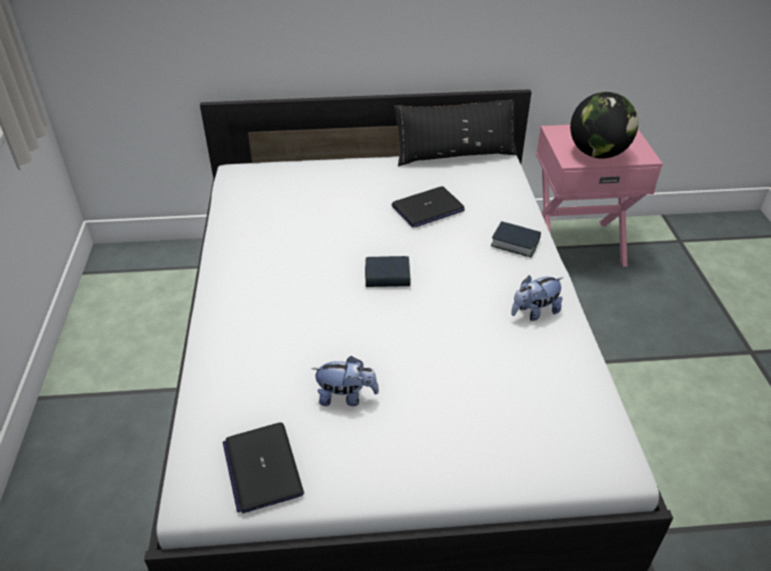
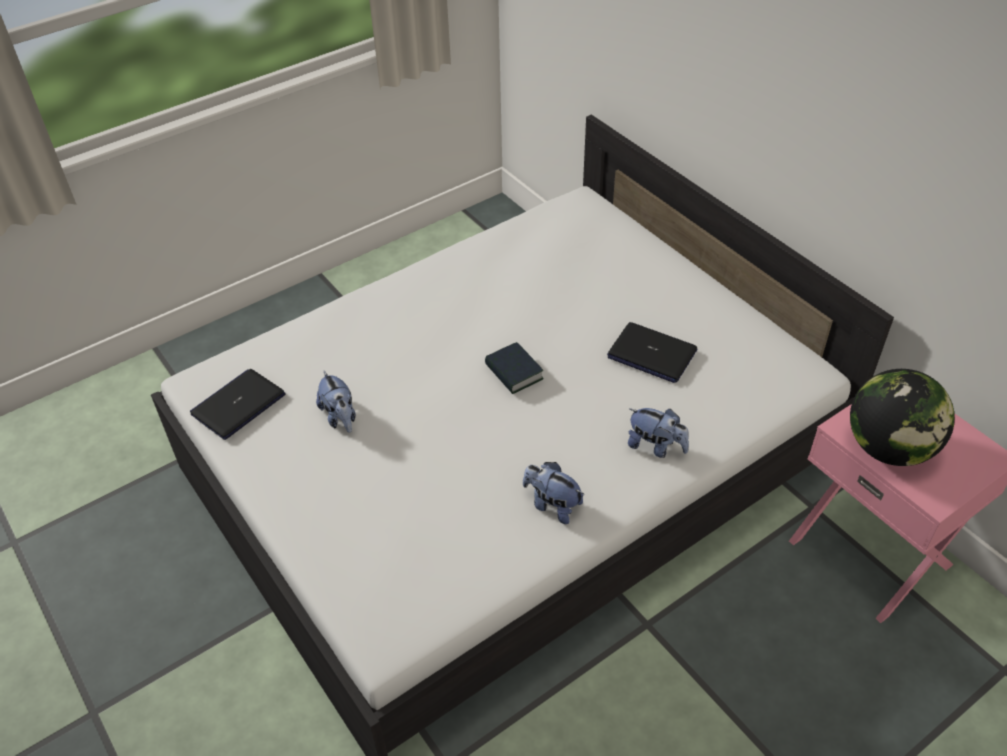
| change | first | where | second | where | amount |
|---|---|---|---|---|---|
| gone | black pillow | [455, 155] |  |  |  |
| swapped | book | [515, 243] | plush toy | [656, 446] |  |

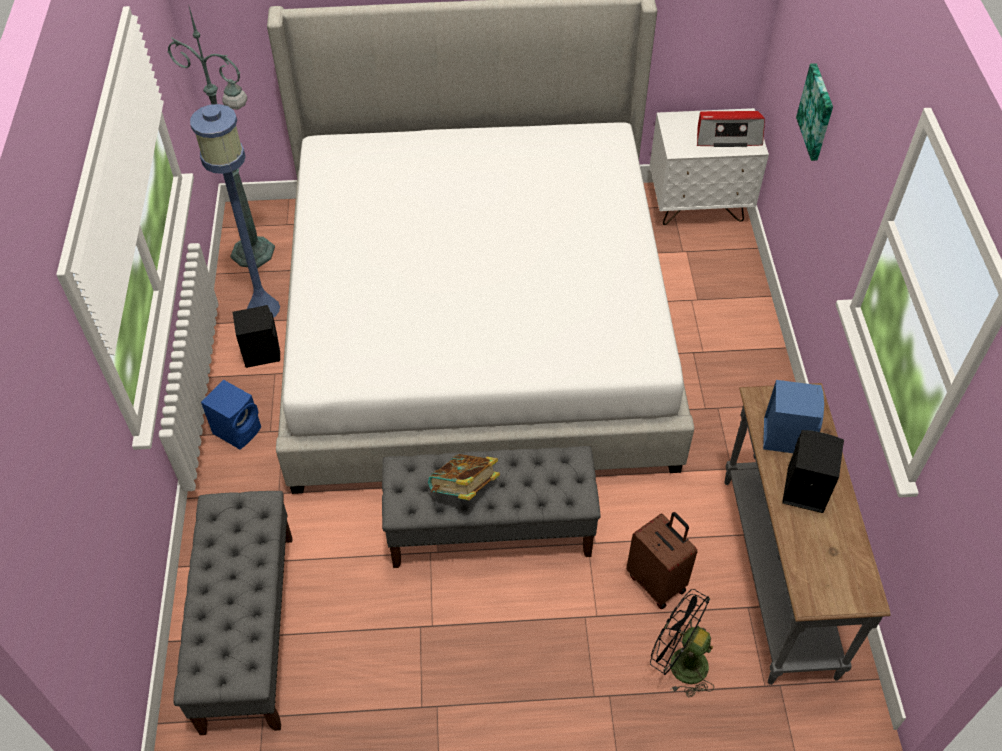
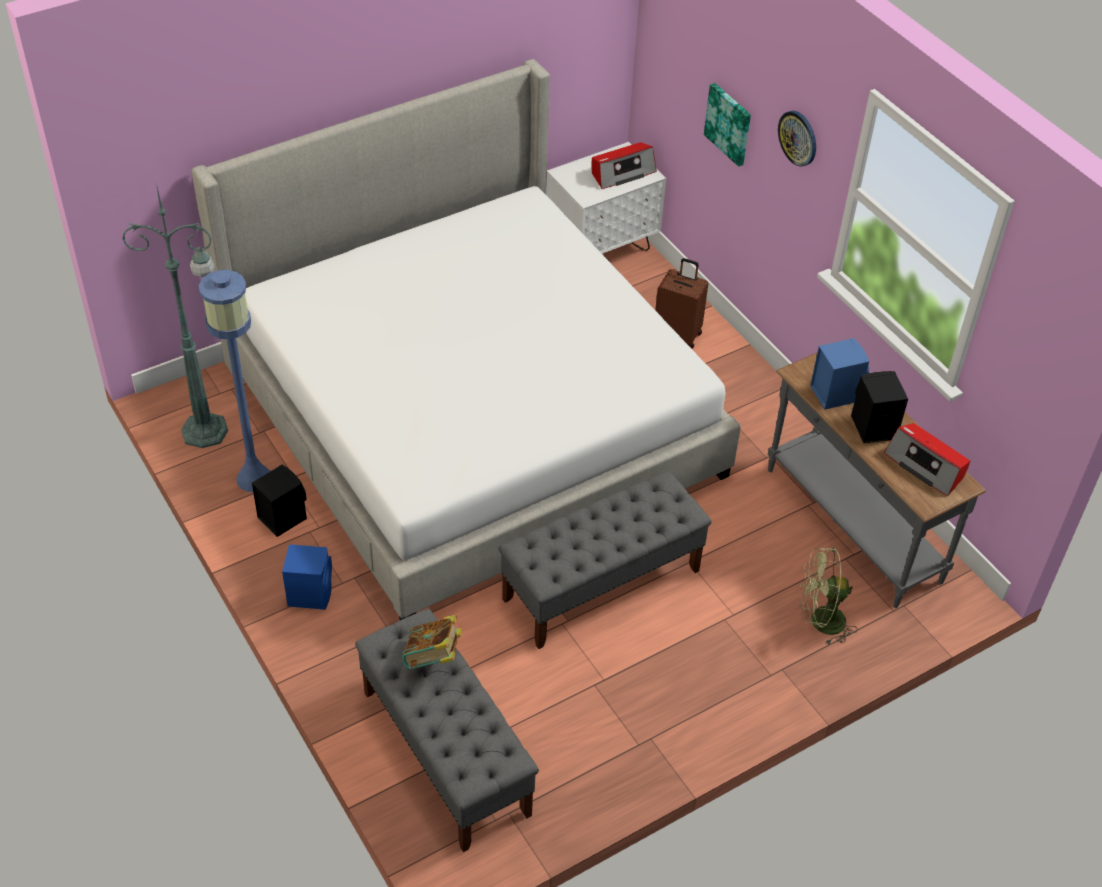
| change | first | where | second | where | amount |
|---|---|---|---|---|---|
| new |  |  | wall clock | [798, 138] |  |
| new |  |  | radio | [926, 466] |  |
| shifted | book | [464, 489] |  | [433, 658] |  |
| shifted | brown suitcase | [657, 582] |  | [678, 334] |  |
| repainted | black fan | [679, 663] | green fan | [820, 622] |  |

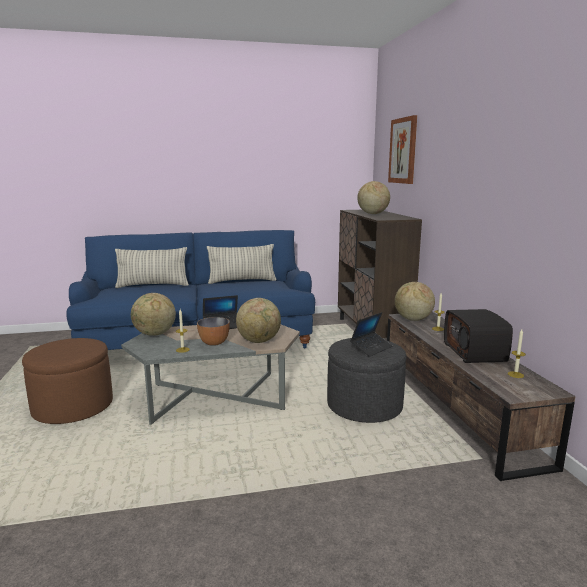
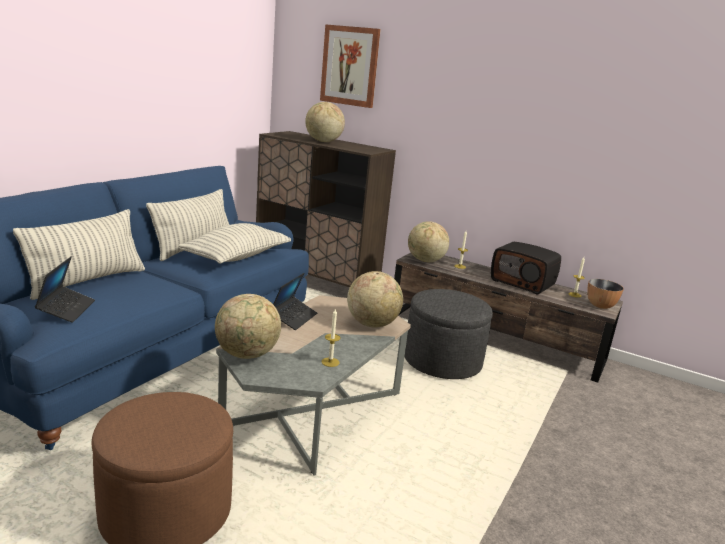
| change | first | where | second | where | amount |
|---|---|---|---|---|---|
| new |  |  | pillow | [236, 257] |  |
| shifted | bowl | [214, 343] |  | [600, 306] |  |
| shifted | laptop | [371, 348] |  | [66, 309] |  |

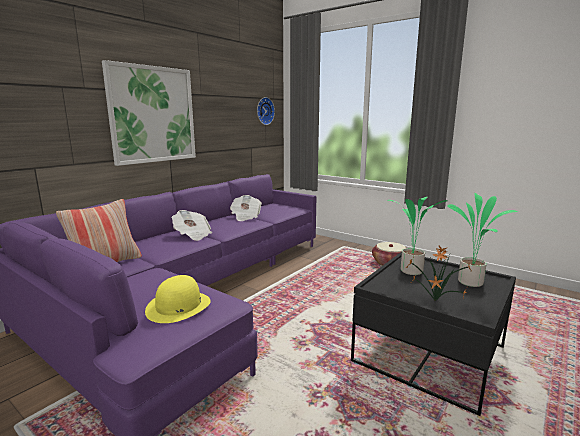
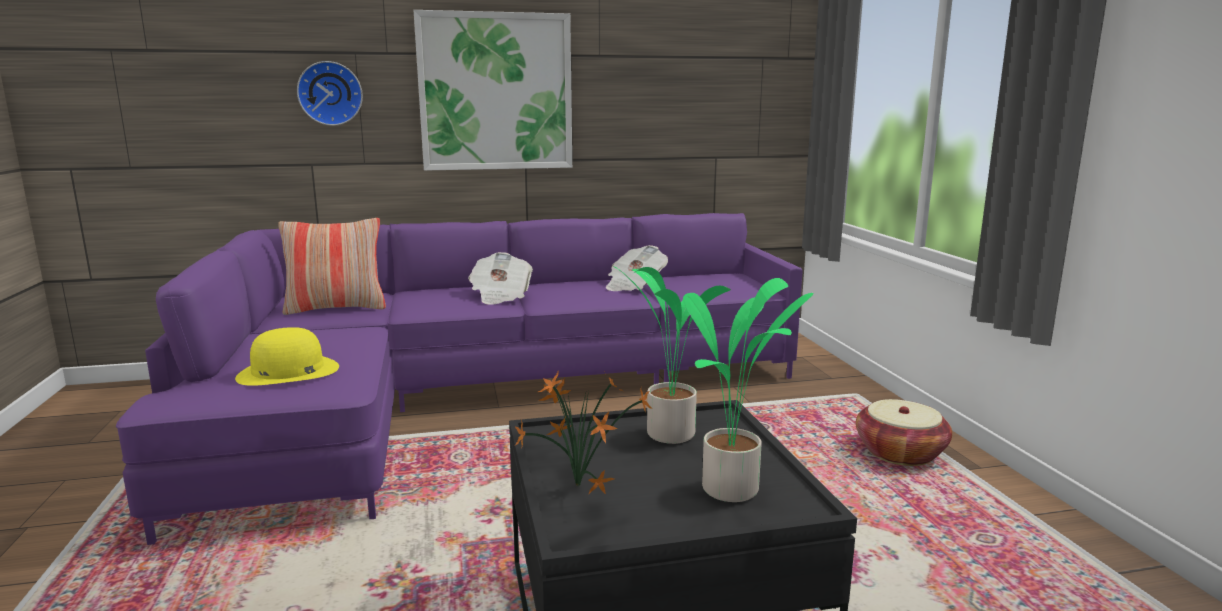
| change | first | where | second | where | amount |
|---|---|---|---|---|---|
| shifted | wall clock | [264, 111] |  | [330, 93] |  |

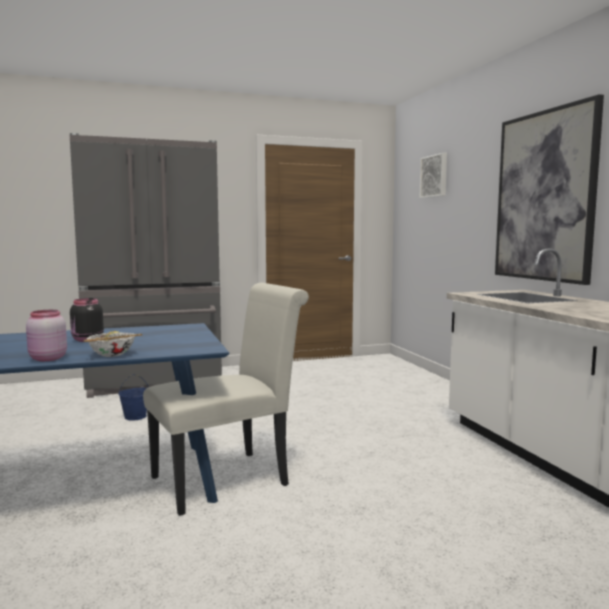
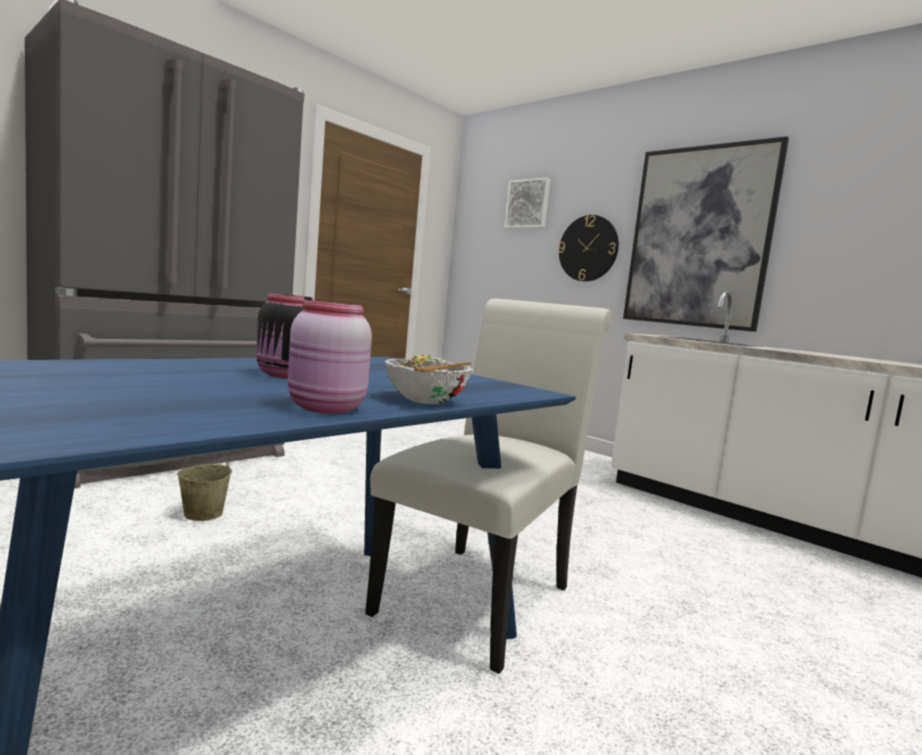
| change | first | where | second | where | amount |
|---|---|---|---|---|---|
| new |  |  | wall clock | [588, 248] |  |
| repainted | blue bucket | [135, 416] | beige bucket | [203, 513] |  |

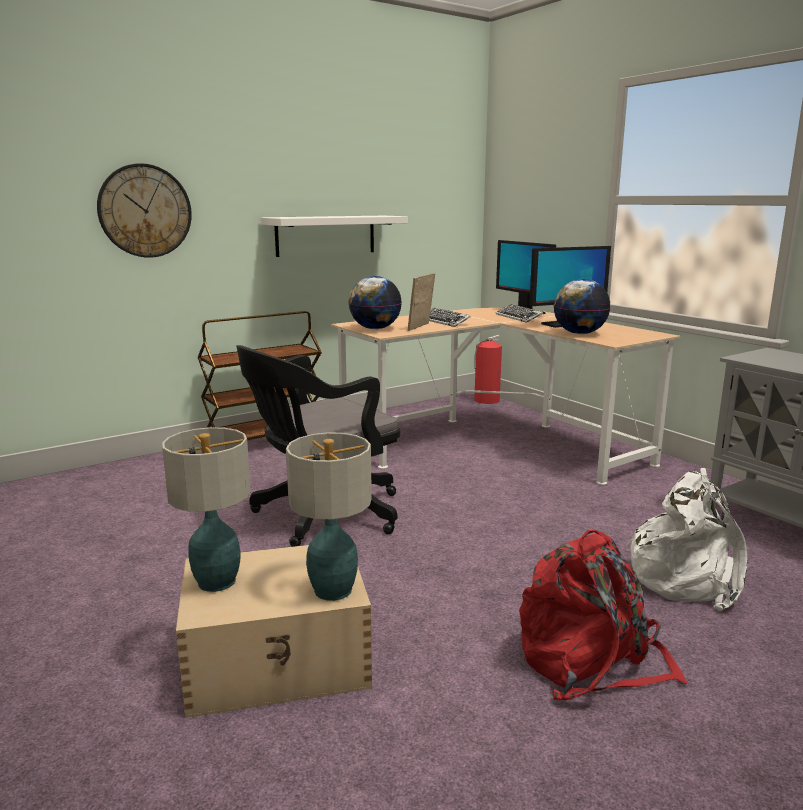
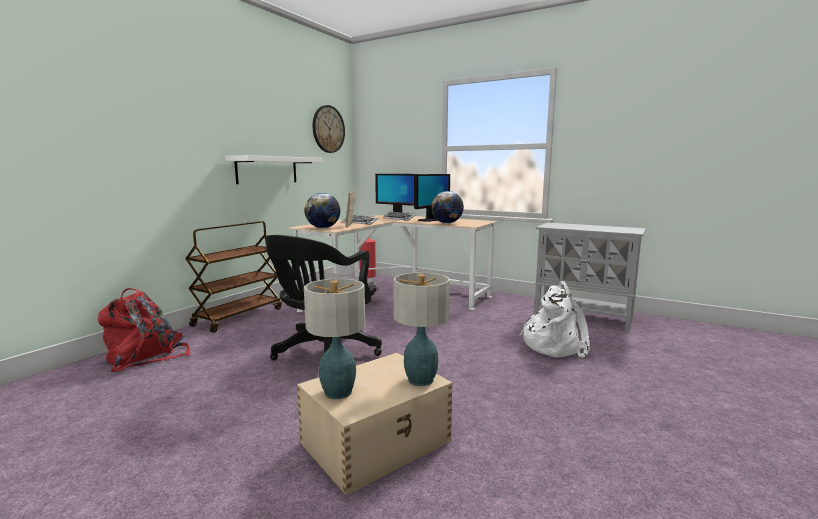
| change | first | where | second | where | amount |
|---|---|---|---|---|---|
| shifted | wall clock | [145, 211] |  | [328, 129] |  |
| shifted | red backpack | [591, 661] |  | [146, 356] |  |

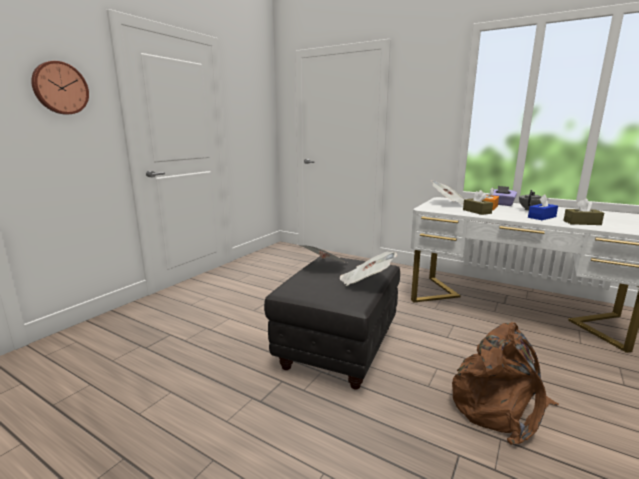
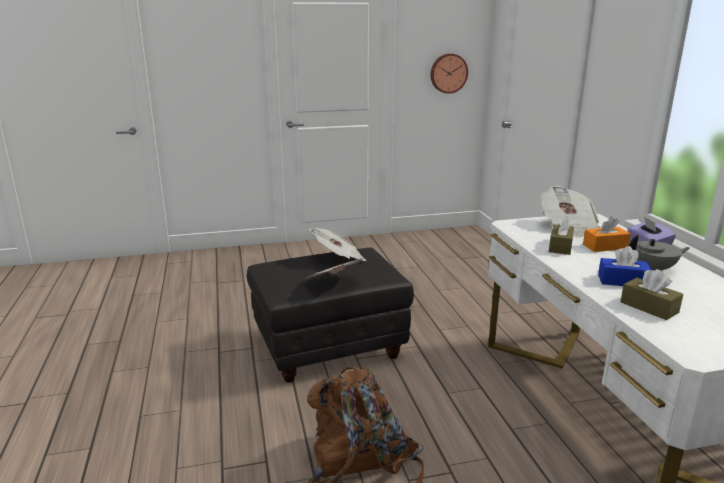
| change | first | where | second | where | amount |
|---|---|---|---|---|---|
| shifted | wall clock | [60, 88] |  | [448, 73] |  |

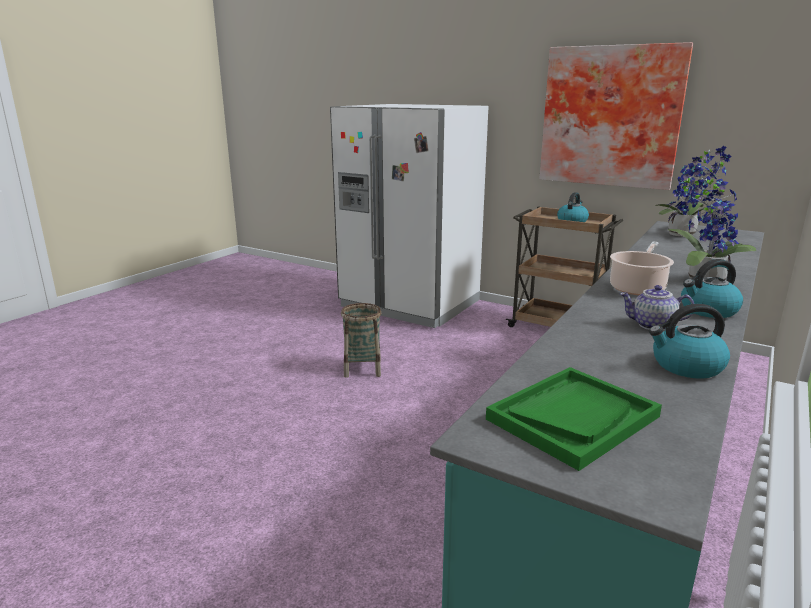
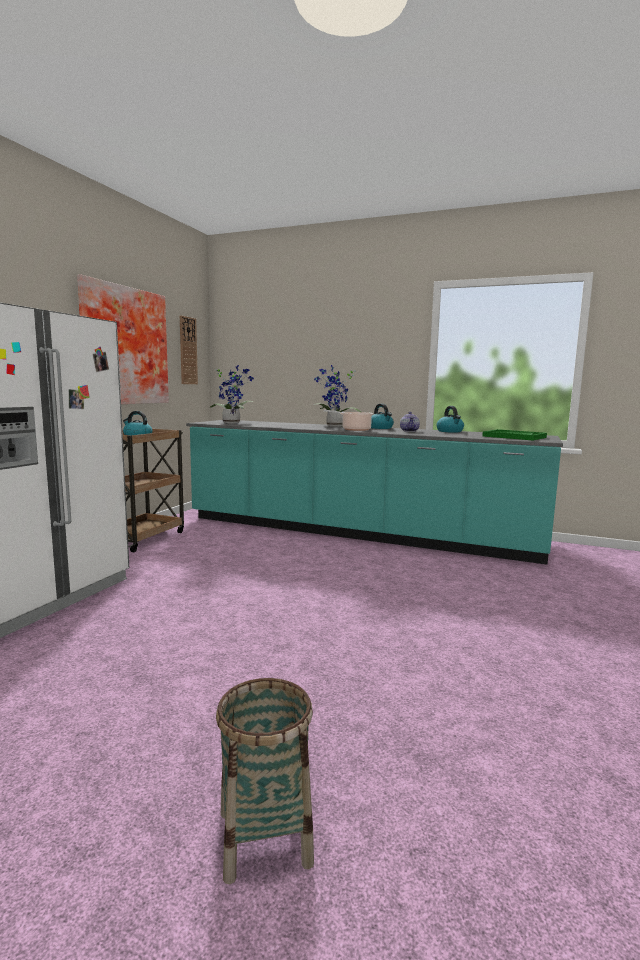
| change | first | where | second | where | amount |
|---|---|---|---|---|---|
| new |  |  | wall clock | [188, 351] |  |
| shifted | basket | [362, 369] |  | [265, 837] |  |

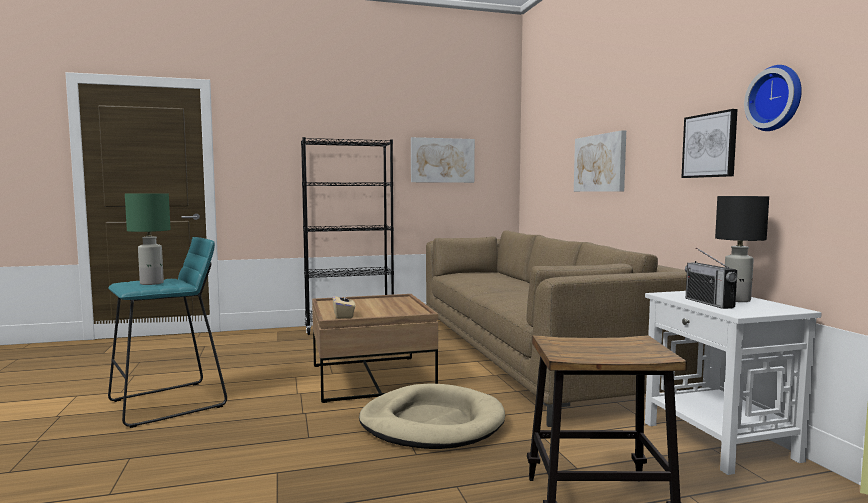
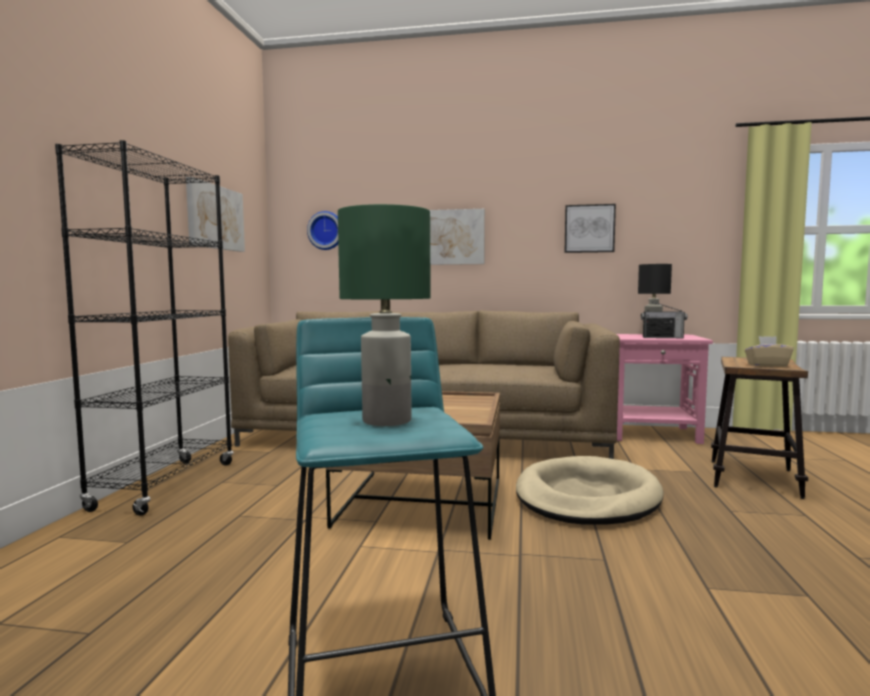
| change | first | where | second | where | amount |
|---|---|---|---|---|---|
| shifted | beige tissue box | [344, 316] |  | [767, 365] |  |
| shifted | wall clock | [777, 98] |  | [326, 231] |  |
| repainted | white side table | [717, 441] | pink side table | [651, 434] |  |

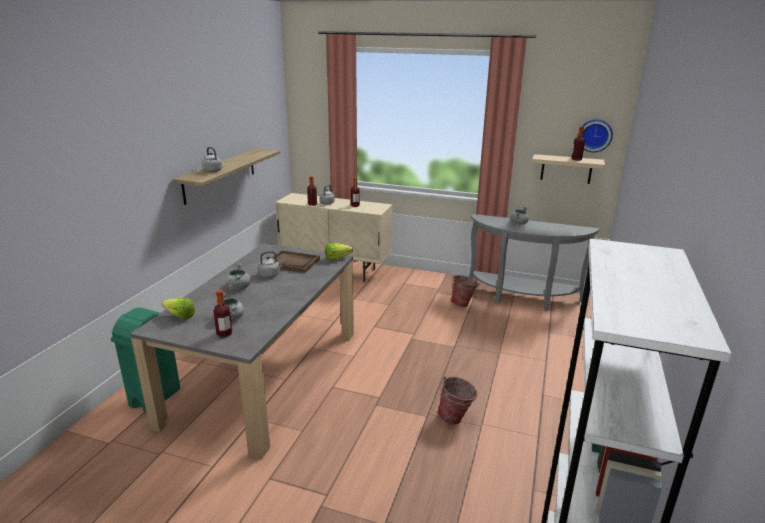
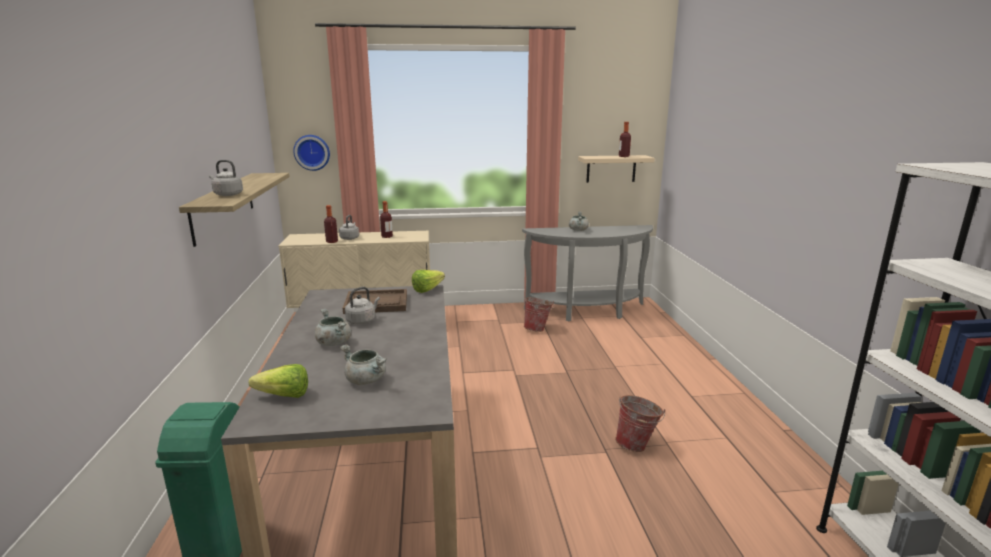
| change | first | where | second | where | amount |
|---|---|---|---|---|---|
| gone | bottle | [224, 334] |  |  |  |
| shifted | wall clock | [594, 135] |  | [312, 152] |  |

